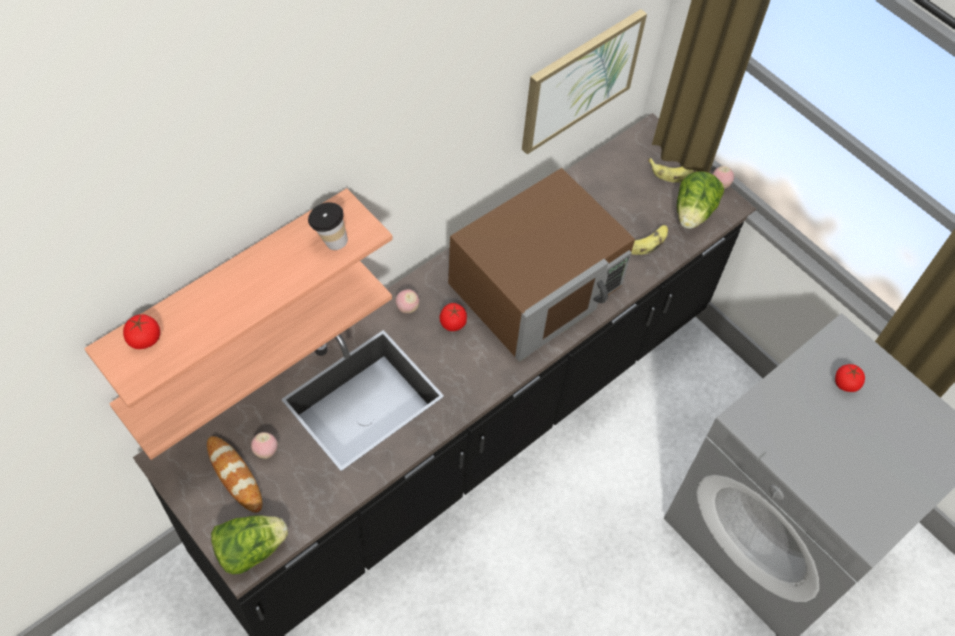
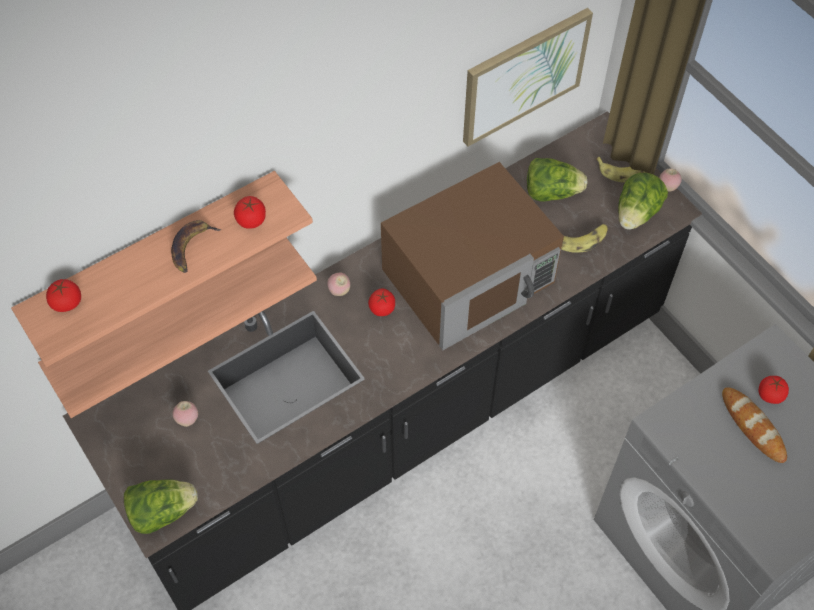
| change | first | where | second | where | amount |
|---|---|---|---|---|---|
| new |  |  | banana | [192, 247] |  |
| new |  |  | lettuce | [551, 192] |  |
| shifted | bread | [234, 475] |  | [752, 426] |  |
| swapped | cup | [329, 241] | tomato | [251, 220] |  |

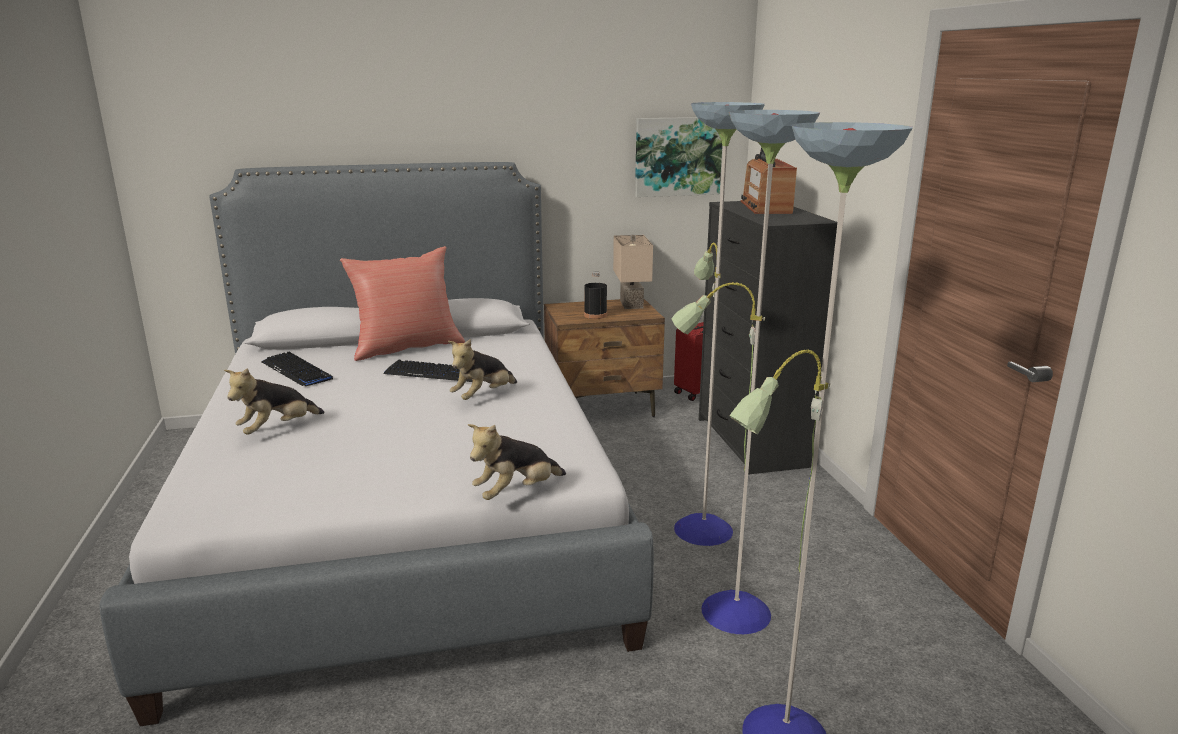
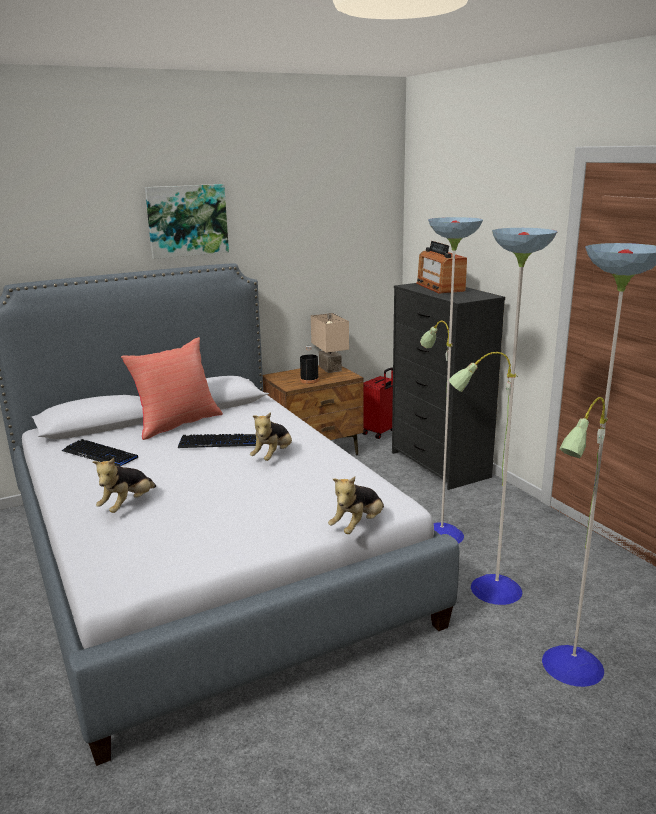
| change | first | where | second | where | amount |
|---|---|---|---|---|---|
| shifted | picture | [677, 156] |  | [187, 220] |  |

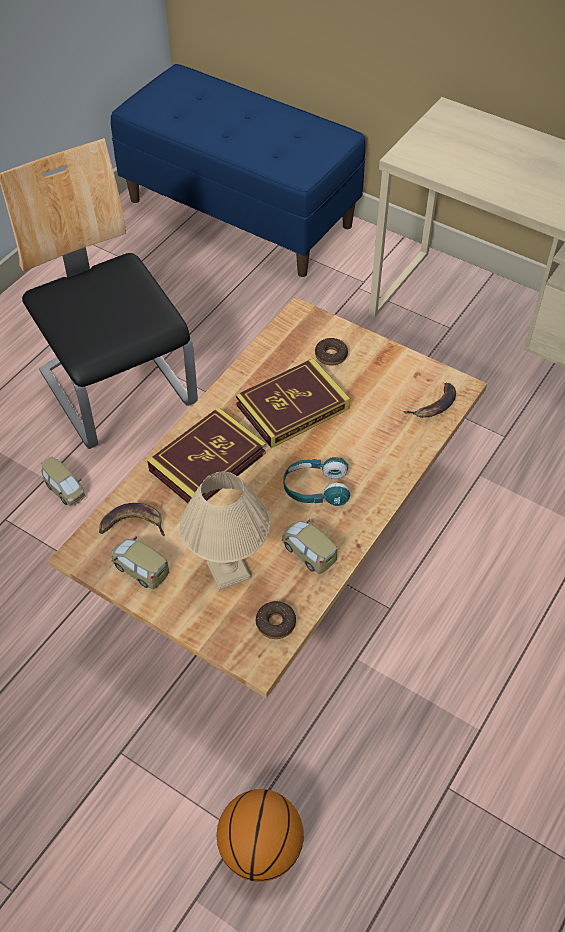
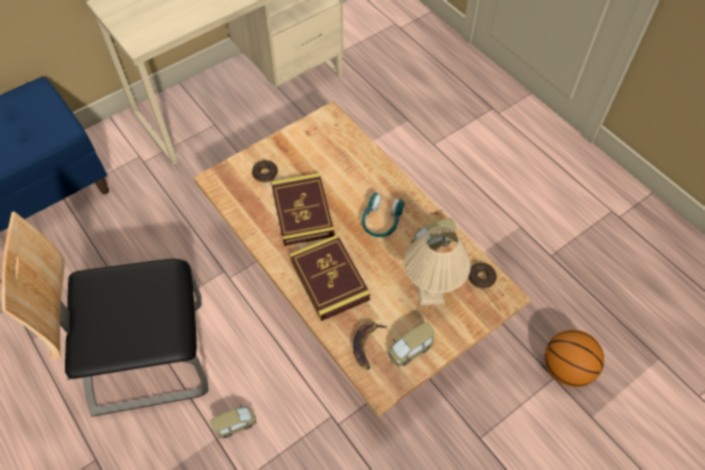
| change | first | where | second | where | amount |
|---|---|---|---|---|---|
| gone | banana | [434, 405] |  |  |  |

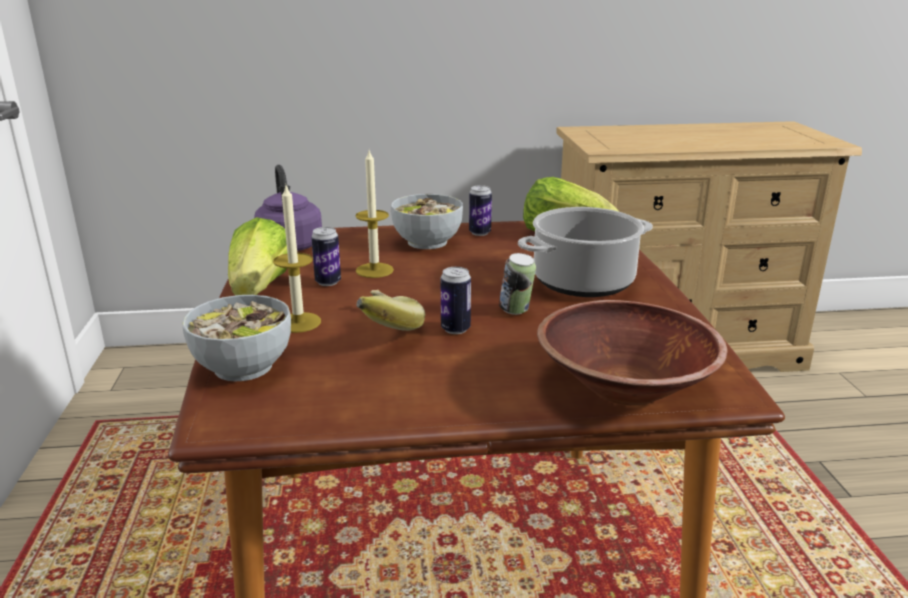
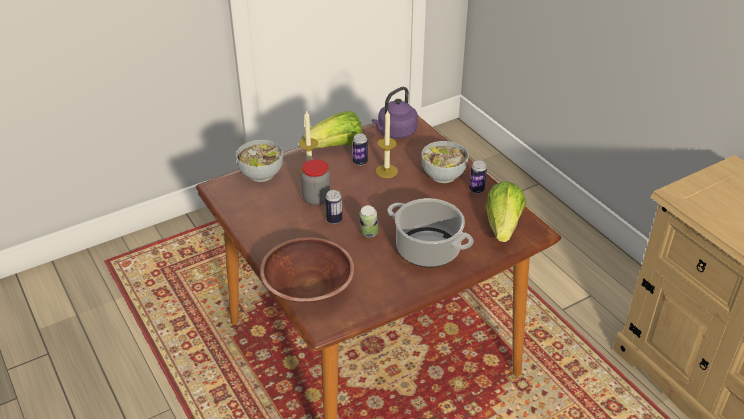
| change | first | where | second | where | amount |
|---|---|---|---|---|---|
| swapped | banana | [382, 332] | jar | [316, 199] |  |

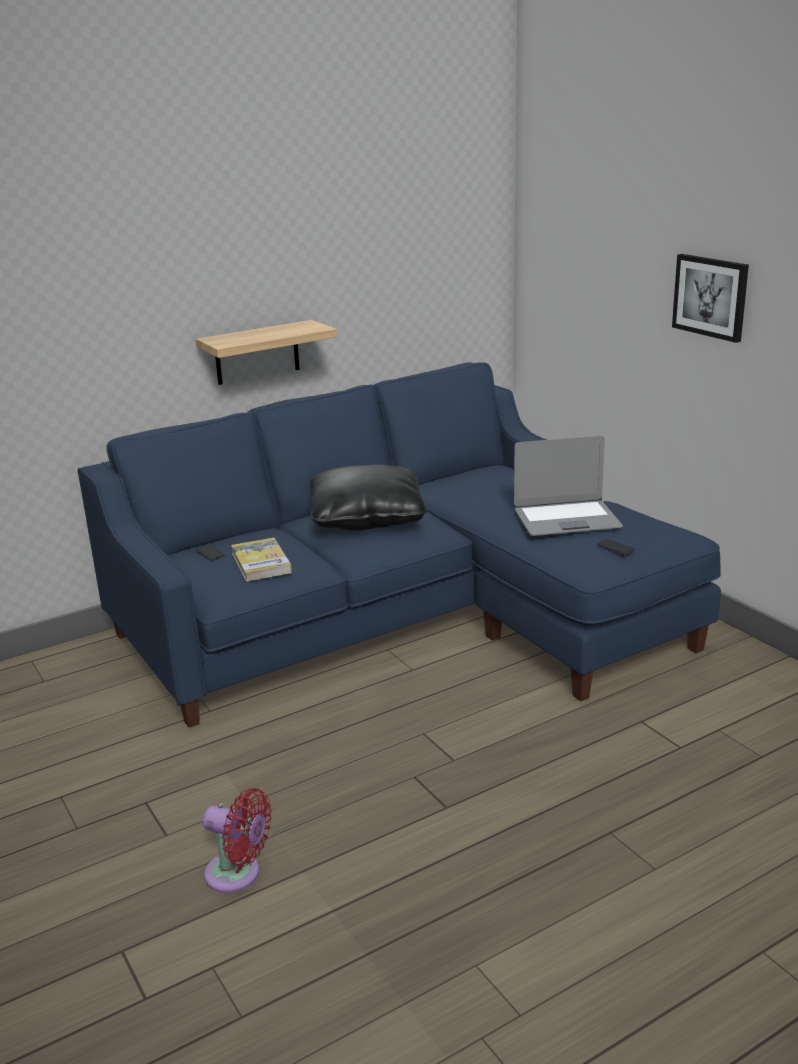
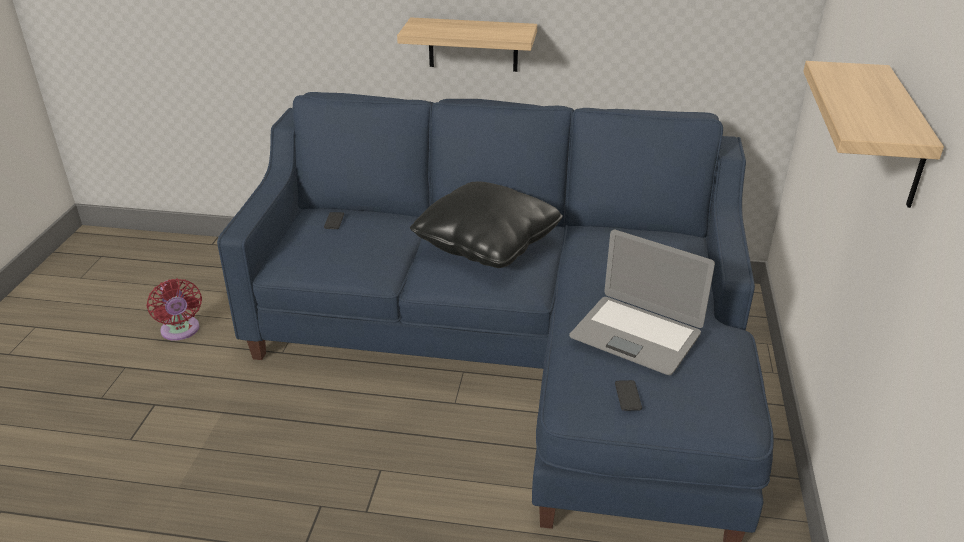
| change | first | where | second | where | amount |
|---|---|---|---|---|---|
| gone | book | [261, 563] |  |  |  |
| shifted | red fan | [238, 875] |  | [181, 331] |  |
| swapped | picture | [711, 296] | shelf | [903, 138] |  |

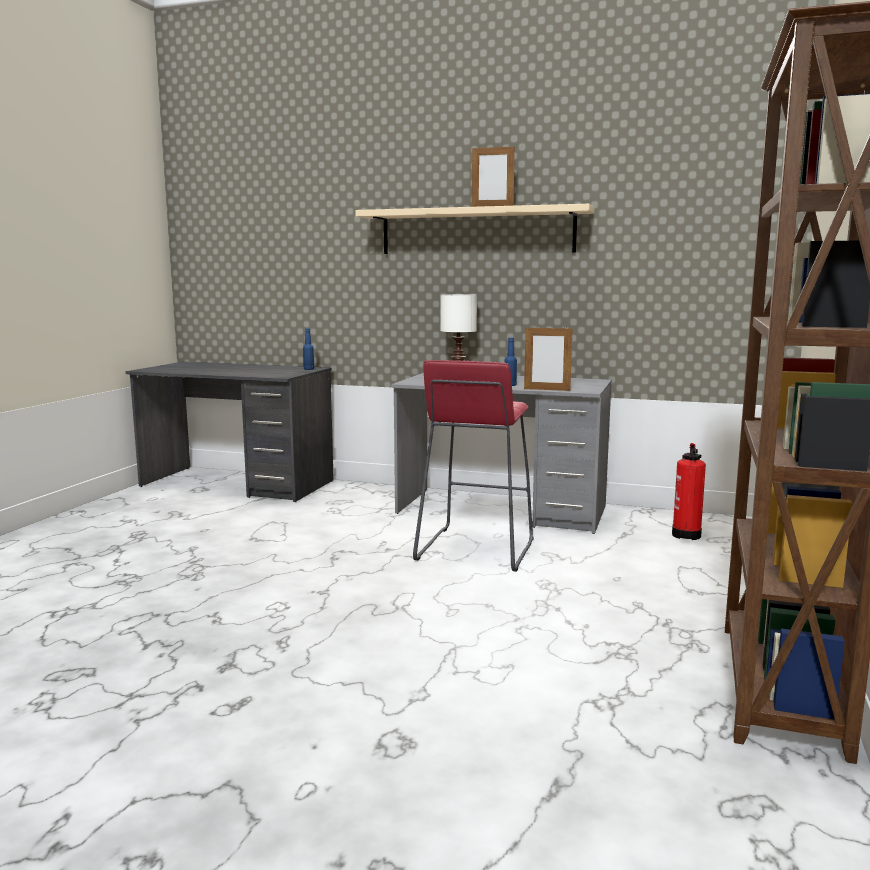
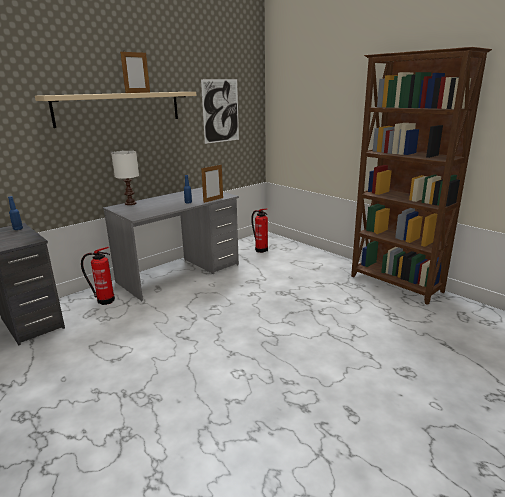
| change | first | where | second | where | amount |
|---|---|---|---|---|---|
| gone | red stool | [475, 549] |  |  |  |
| new |  |  | fire extinguisher | [104, 300] |  |
| new |  |  | picture | [220, 111] |  |

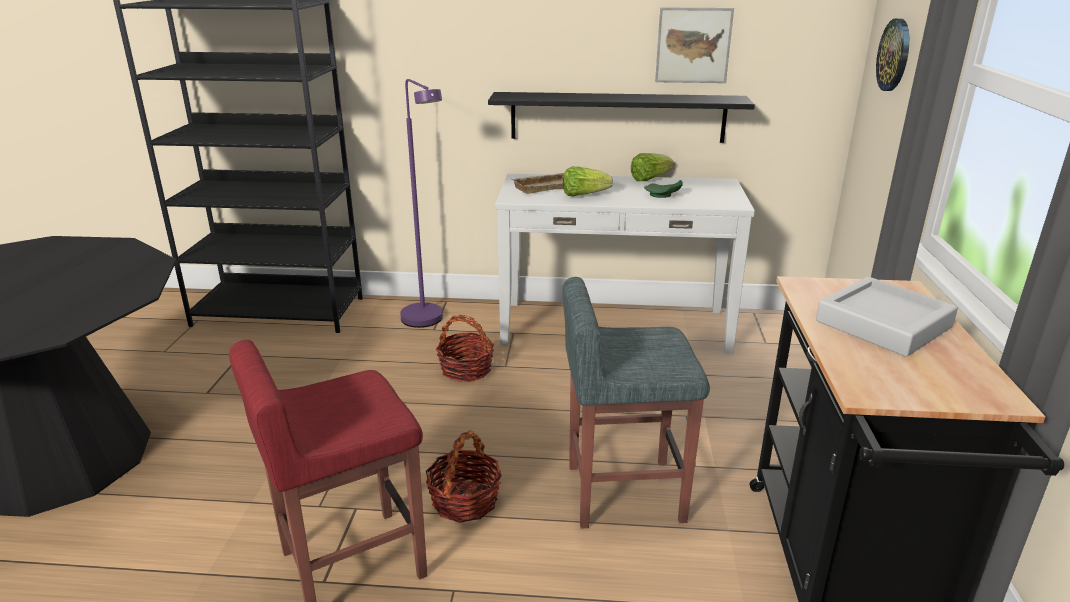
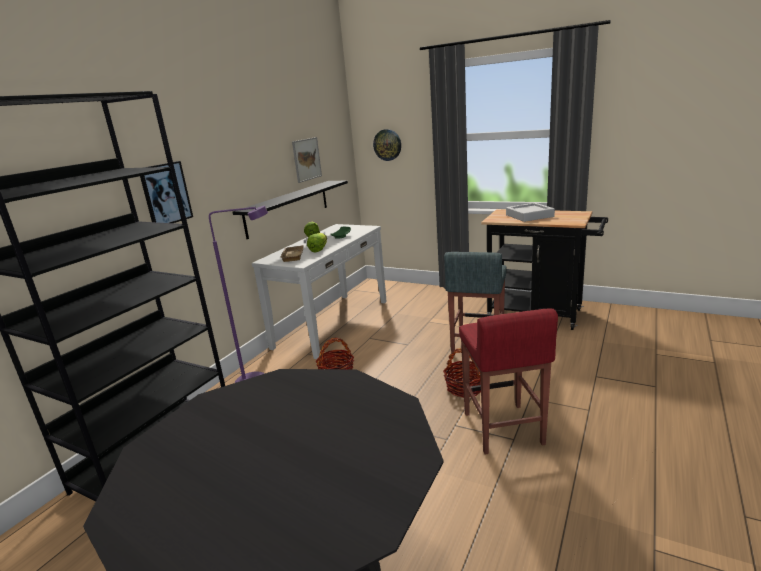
| change | first | where | second | where | amount |
|---|---|---|---|---|---|
| new |  |  | picture | [165, 194] |  |

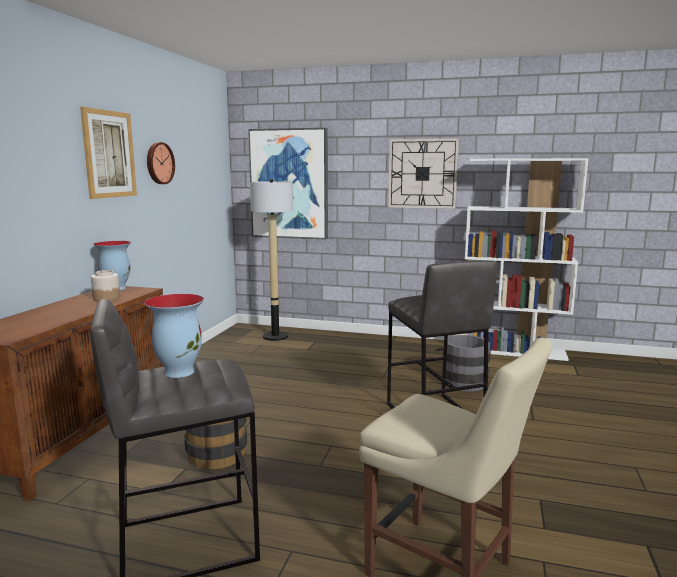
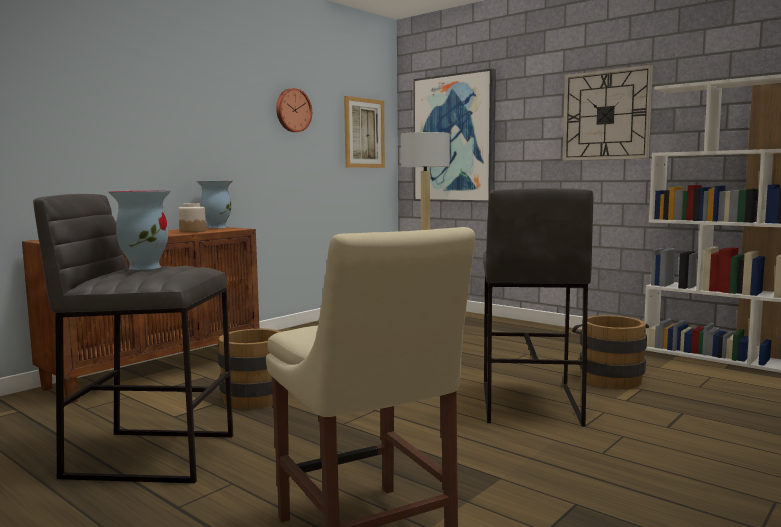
| change | first | where | second | where | amount |
|---|---|---|---|---|---|
| shifted | picture | [109, 154] |  | [364, 133] |  |
| repainted | grey bucket | [461, 381] | brown bucket | [609, 377] |  |

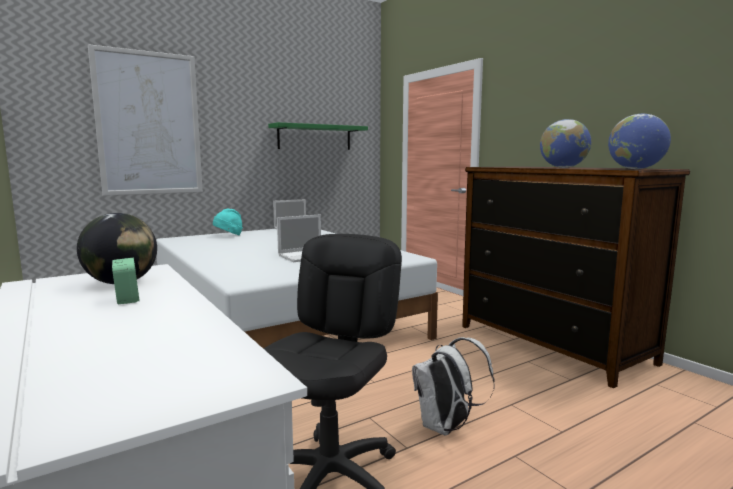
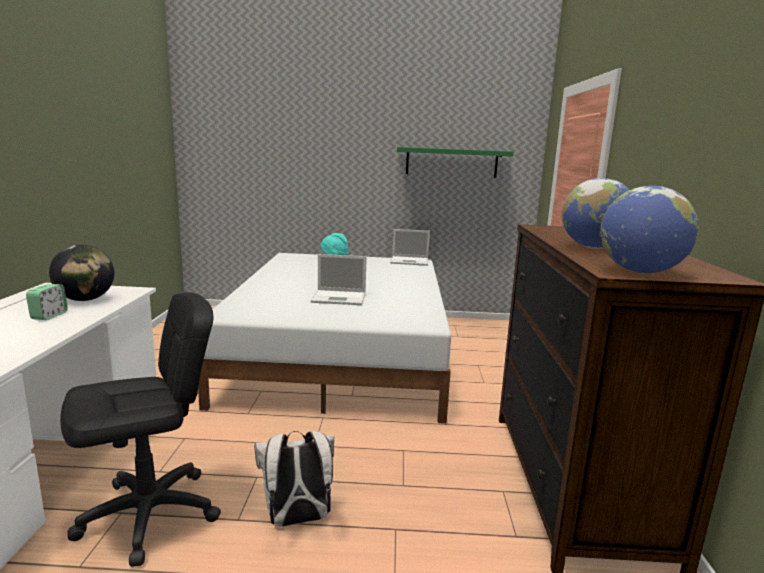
| change | first | where | second | where | amount |
|---|---|---|---|---|---|
| gone | picture | [149, 124] |  |  |  |

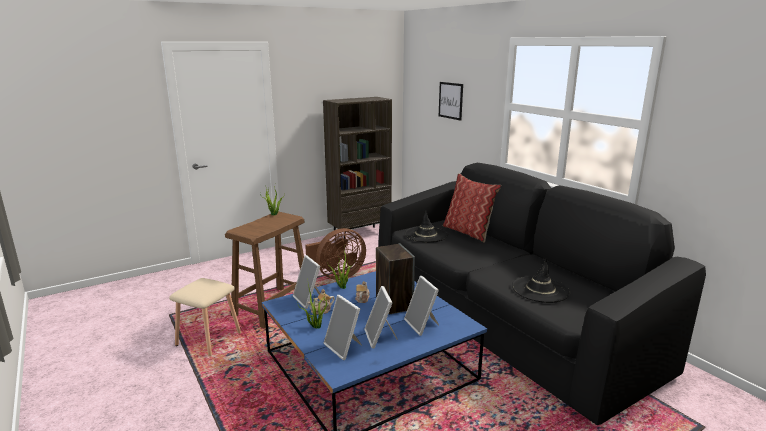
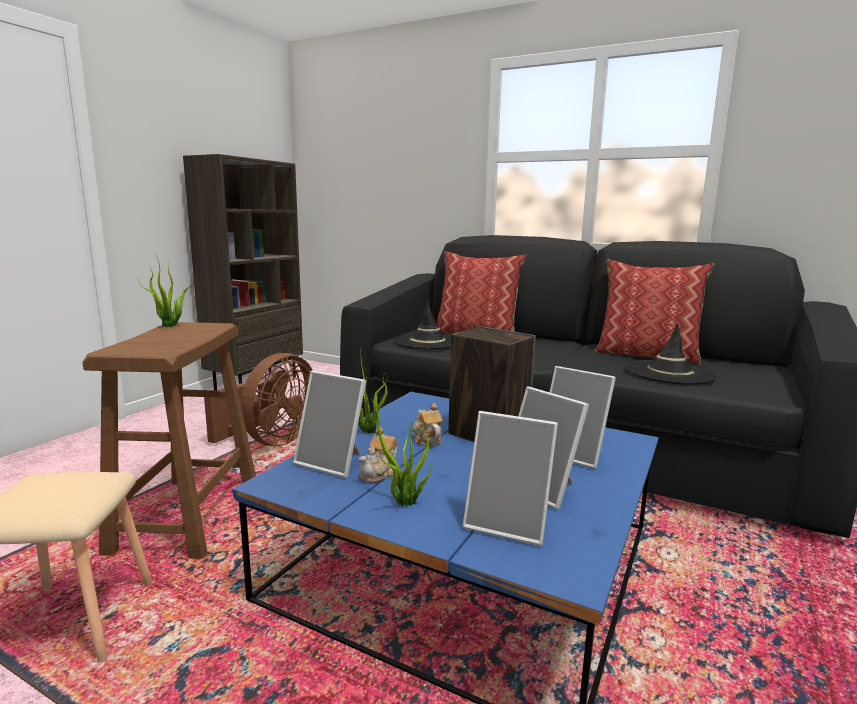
| change | first | where | second | where | amount |
|---|---|---|---|---|---|
| gone | picture | [450, 100] |  |  |  |
| new |  |  | pillow | [646, 355] |  |

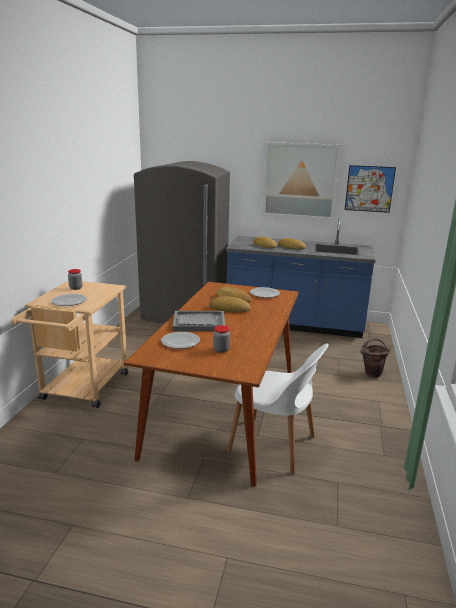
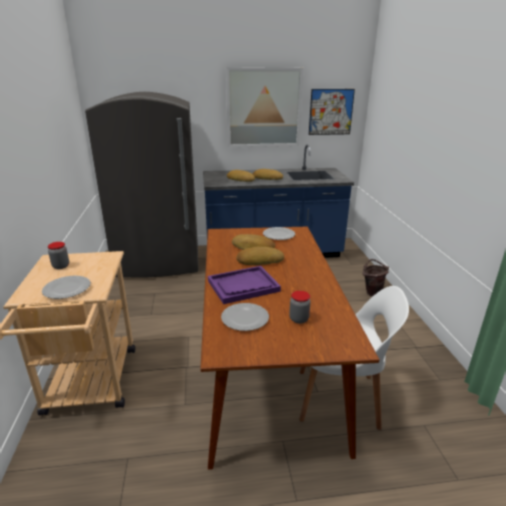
| change | first | where | second | where | amount |
|---|---|---|---|---|---|
| repainted | grey tray | [199, 323] | purple tray | [243, 286] |  |

